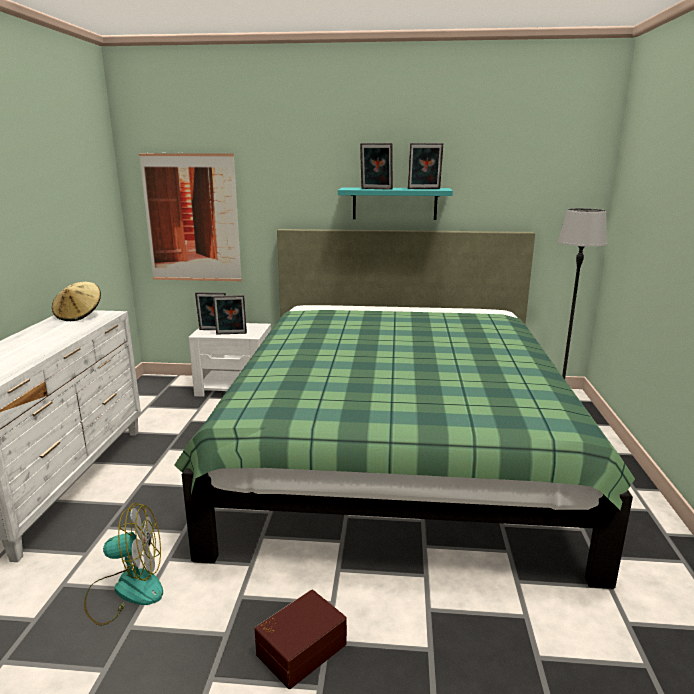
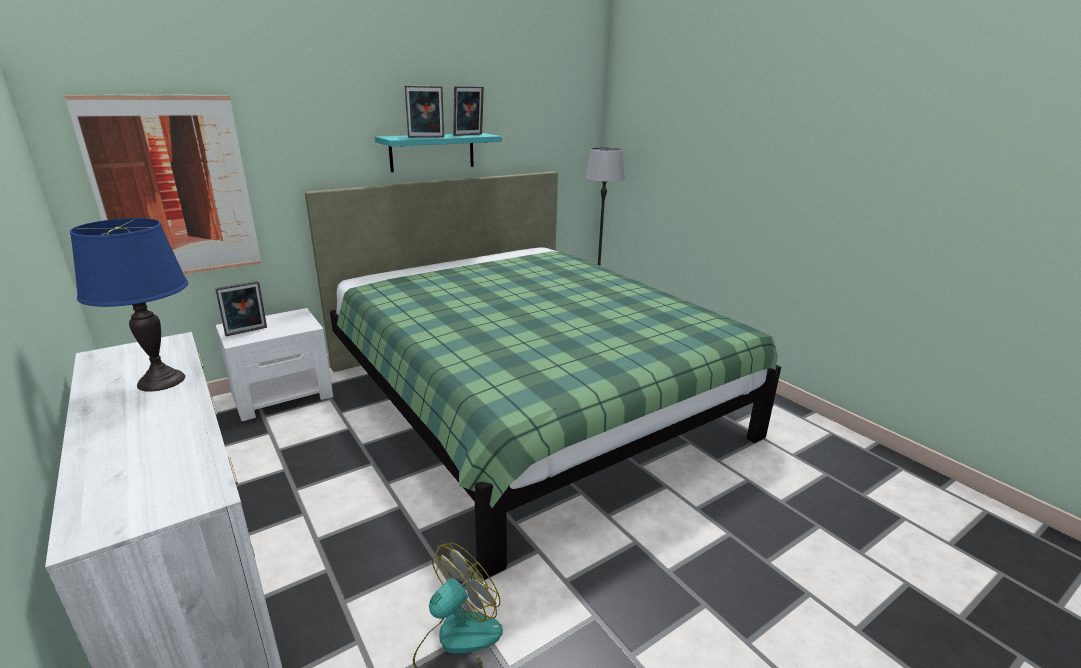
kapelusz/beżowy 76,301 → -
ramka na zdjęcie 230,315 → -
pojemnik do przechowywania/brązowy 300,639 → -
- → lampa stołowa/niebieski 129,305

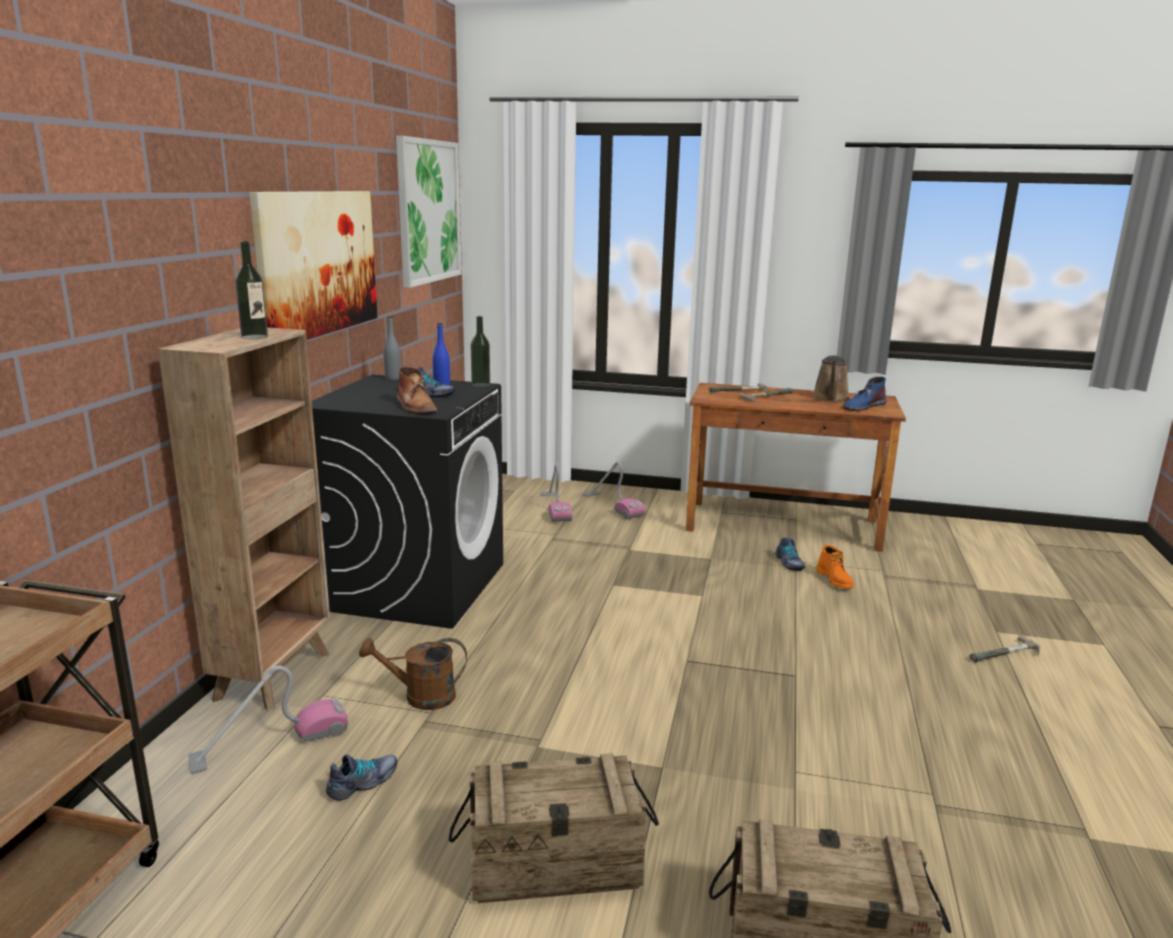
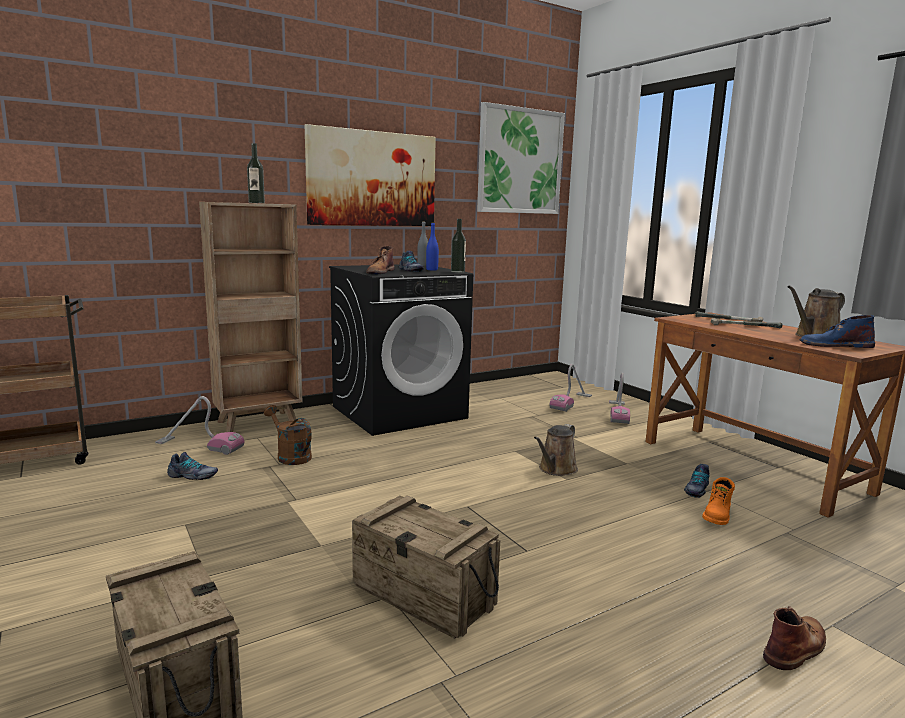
młotek 1005,649 → but z cholewką/brązowy 794,638
skrzynka 554,828 → skrzynka 426,567, relocated
- → konewka/brązowy 556,450

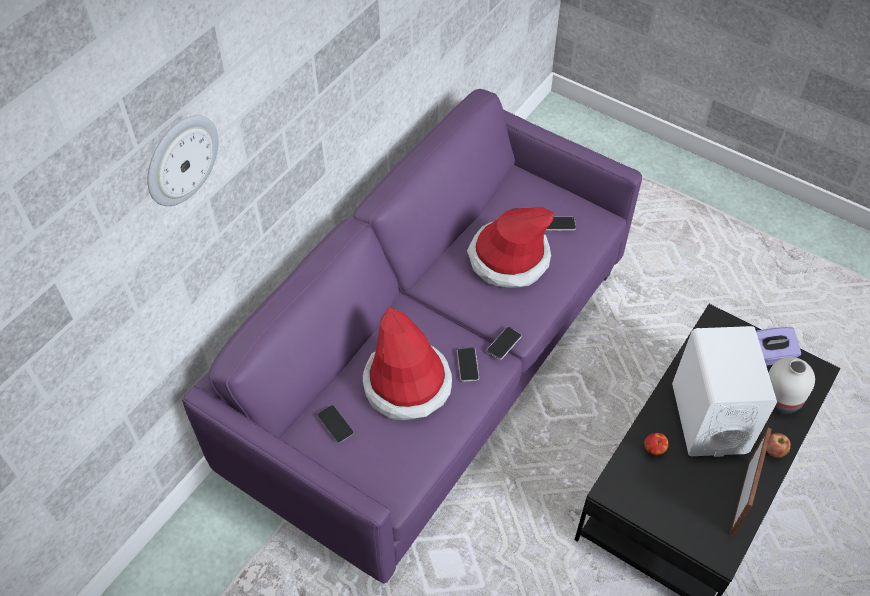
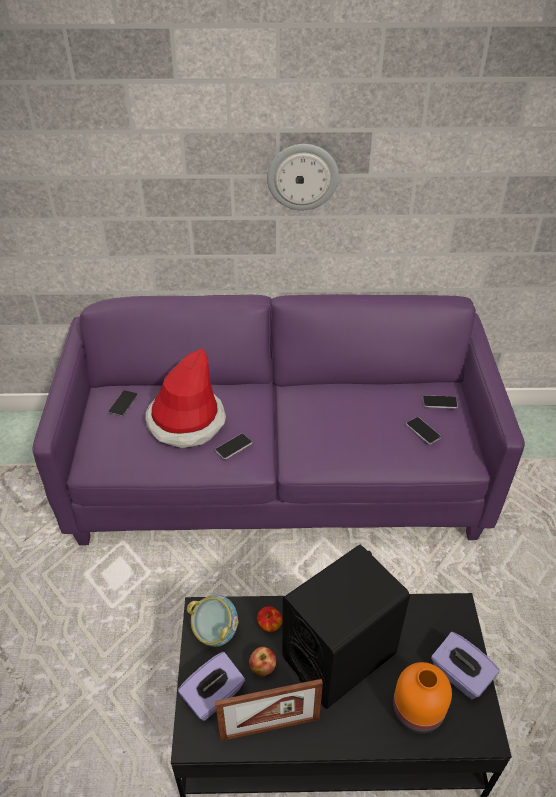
zegar ścienny 182,160 → zegar ścienny 303,177, relocated
kapelusz 510,247 → -
głośnik/biały 724,391 → głośnik/czarny 346,627
telefon 504,343 → telefon 440,402, relocated
wazon/biały 791,385 → wazon/pomarańczowy 422,698
jabłko 778,445 → jabłko 262,662, relocated
- → miska 213,621
- → pudełko chusteczek/fioletowy 211,686

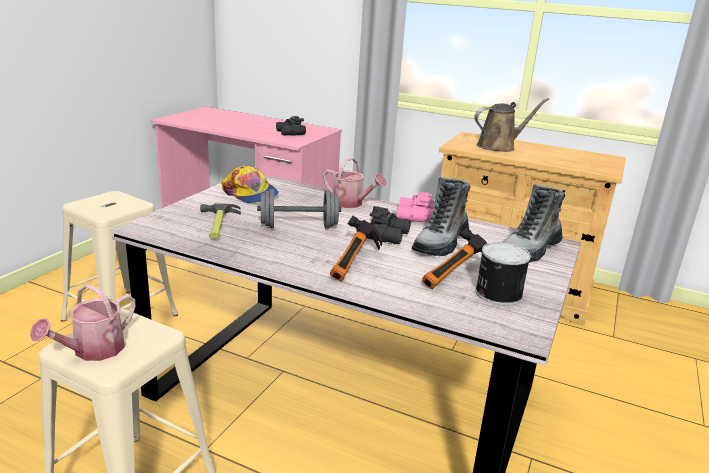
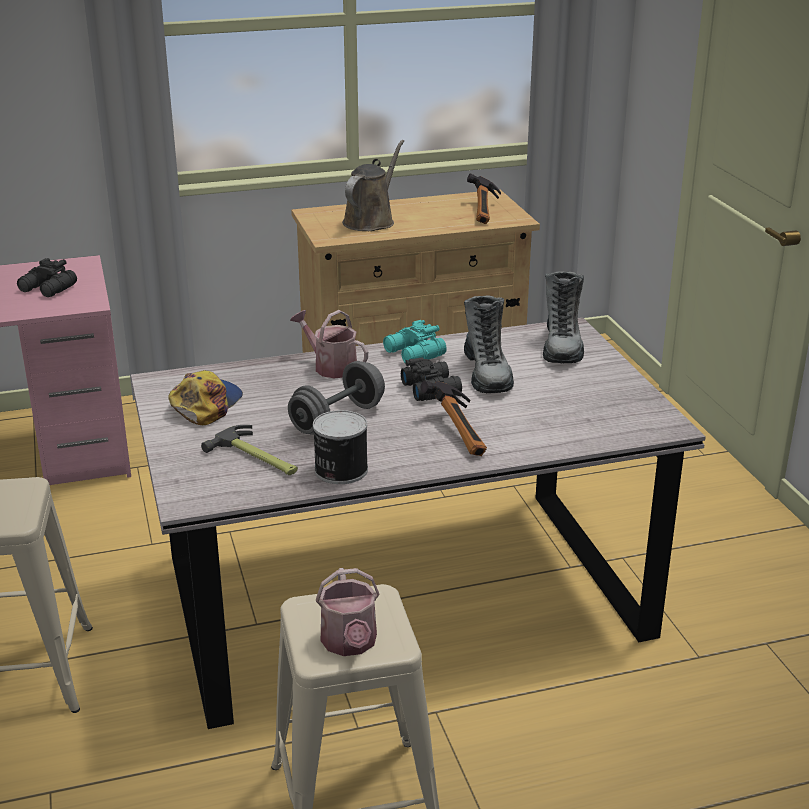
konewka 354,182 → konewka 329,344, 135 degrees counterclockwise
czapka z daszkiem 250,184 → czapka z daszkiem 205,397, 75 degrees counterclockwise
lornetka/różowy 415,207 → lornetka/turkusowy 415,342
młotek 454,258 → młotek 484,198, relocated
puszka 503,274 → puszka 340,447, relocated

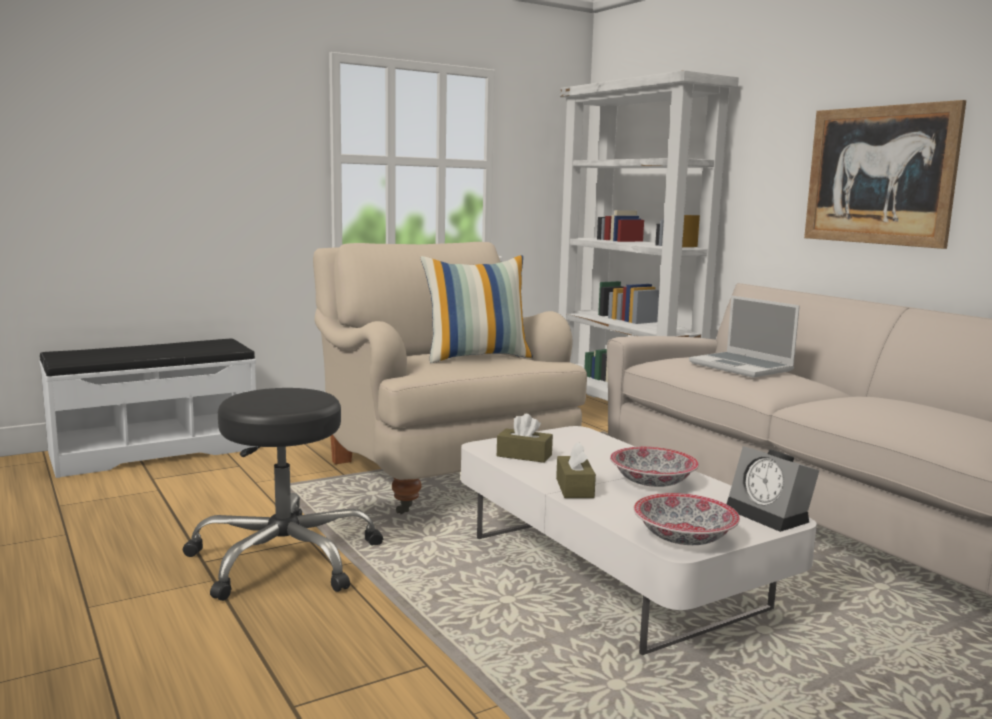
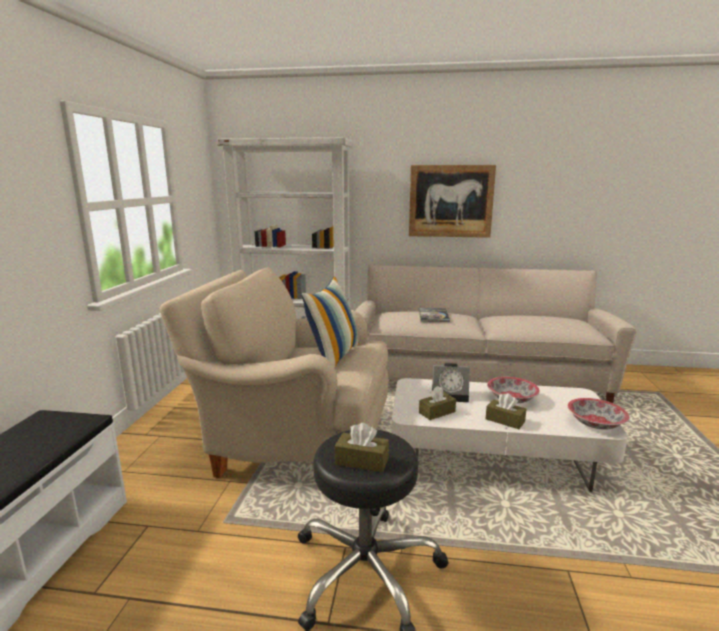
laptop 744,337 → książka 434,315
budzik 773,489 → budzik 451,382, relocated
- → pudełko chusteczek/brązowy 362,448

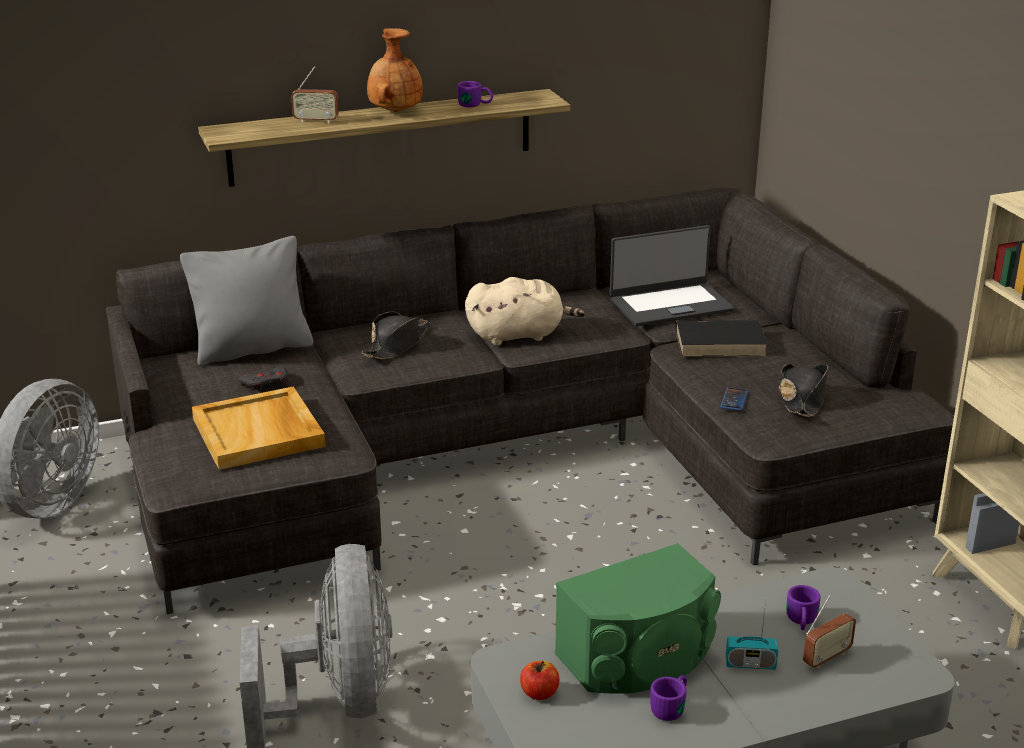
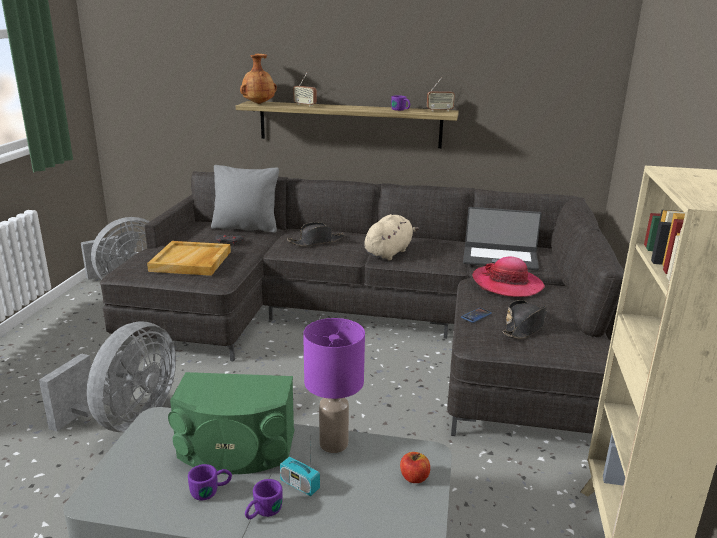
wazon/brązowy 395,70 → wazon/brązowy 258,79, relocated
pluszak/beżowy 525,311 → pluszak/beżowy 391,237, 75 degrees counterclockwise
książka/czarny 721,339 → kapelusz 509,277
kubek/fioletowy 804,607 → kubek/fioletowy 264,499, relocated
radio 829,632 → radio 441,94, relocated
jabłko 540,680 → jabłko 415,467, relocated
- → lampa stołowa/fioletowy 334,385

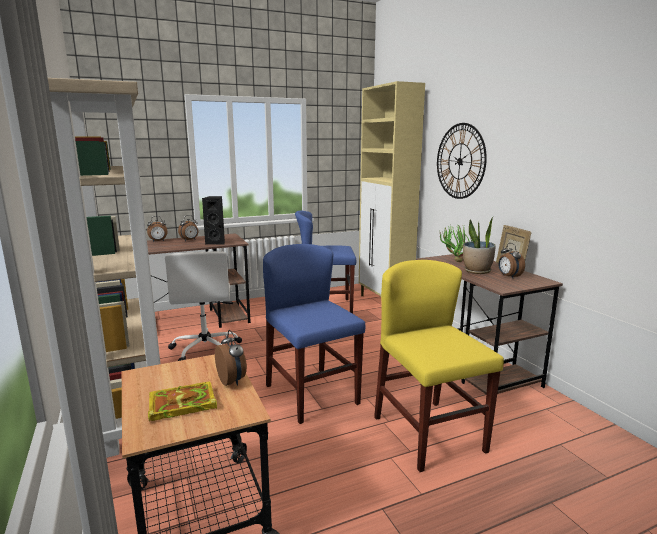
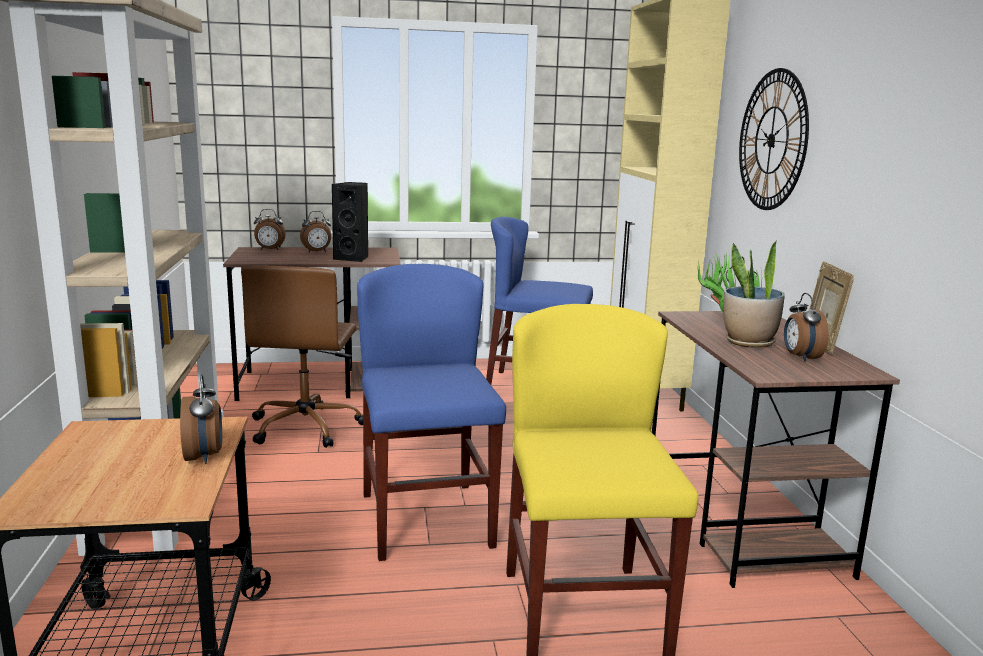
krzesło biurowe/biały 203,306 → krzesło biurowe/brązowy 302,357
książka 182,401 → -

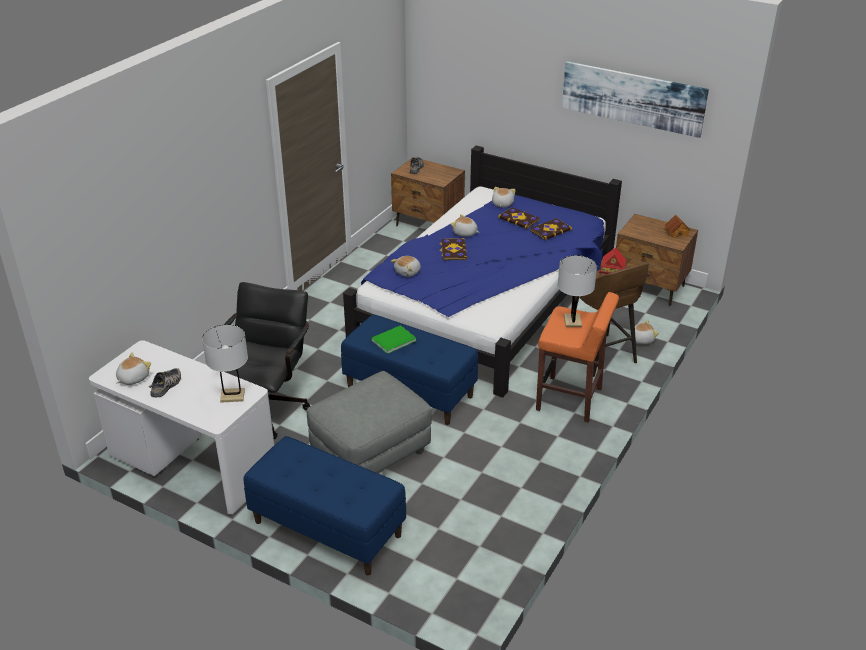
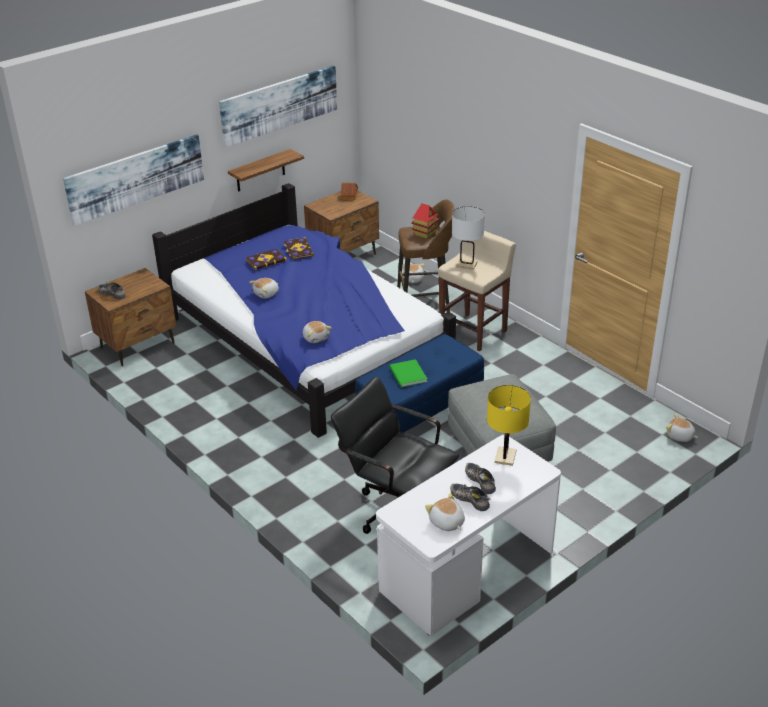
pluszak 504,197 → pluszak 682,428, relocated
książka 453,249 → -
stołek/pomarańczowy 577,357 → stołek/beżowy 477,291
lampa stołowa/biały 225,363 → lampa stołowa/żółty 509,425
ławka/niebieski 325,505 → -
- → obraz 133,180
- → półka 266,170
- → but 480,478

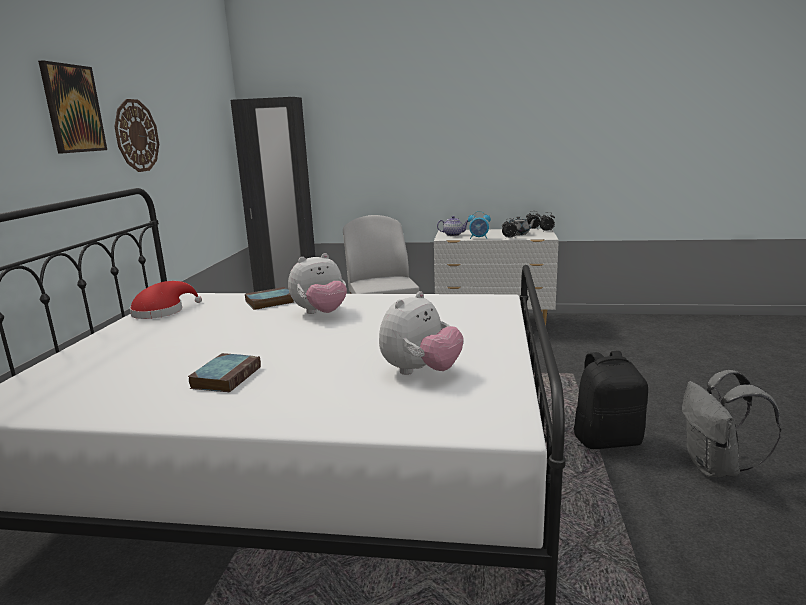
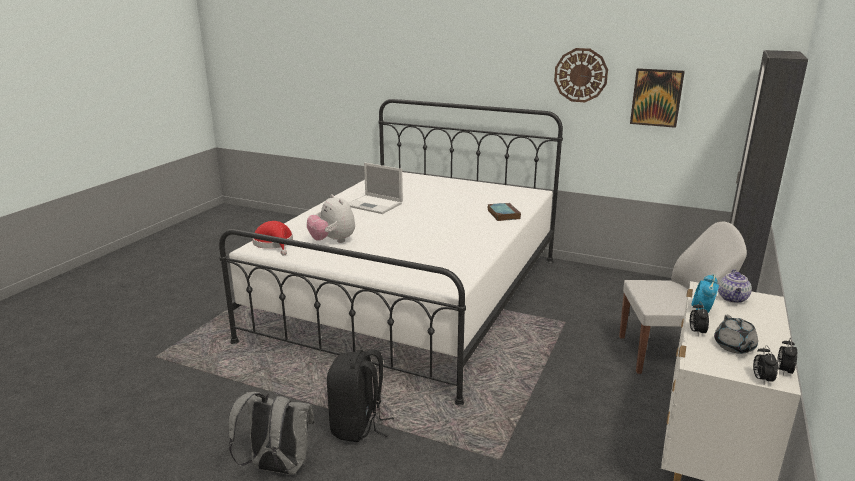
obraz 72,107 → obraz 657,98, relocated
pluszak 317,283 → -
kapelusz/czerwony 165,300 → kapelusz/czerwony 272,238, relocated
książka 224,373 → laptop 375,188

